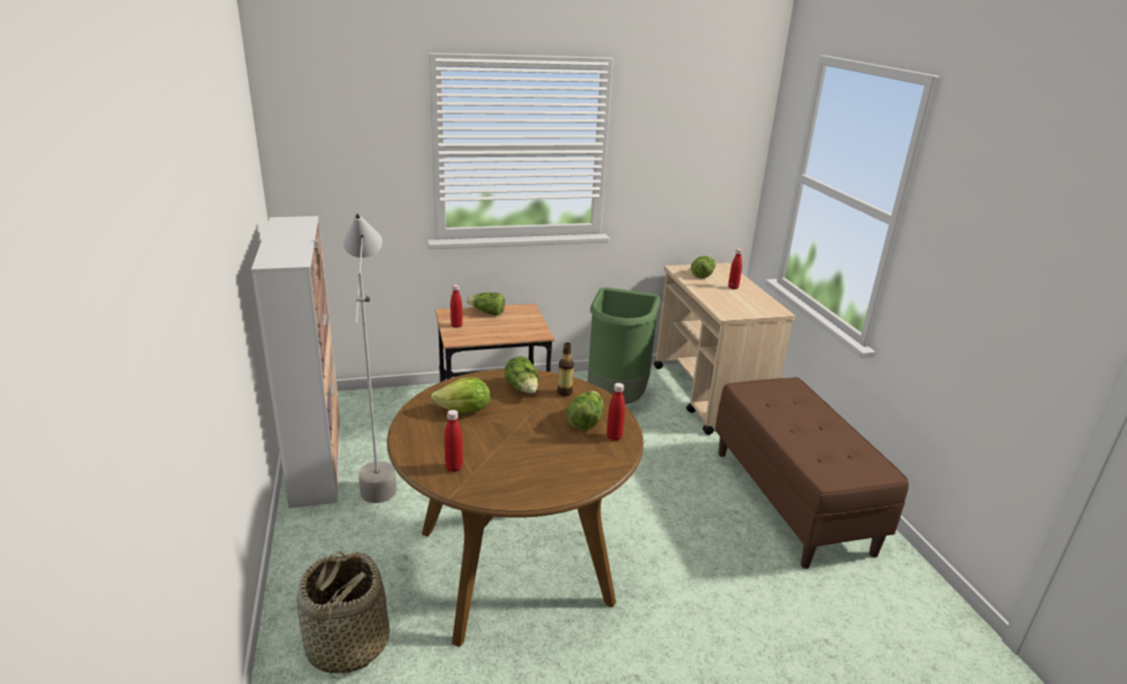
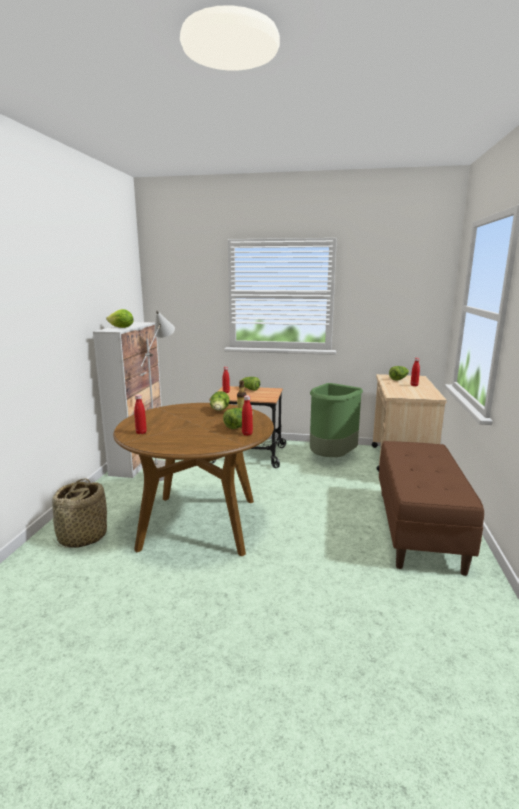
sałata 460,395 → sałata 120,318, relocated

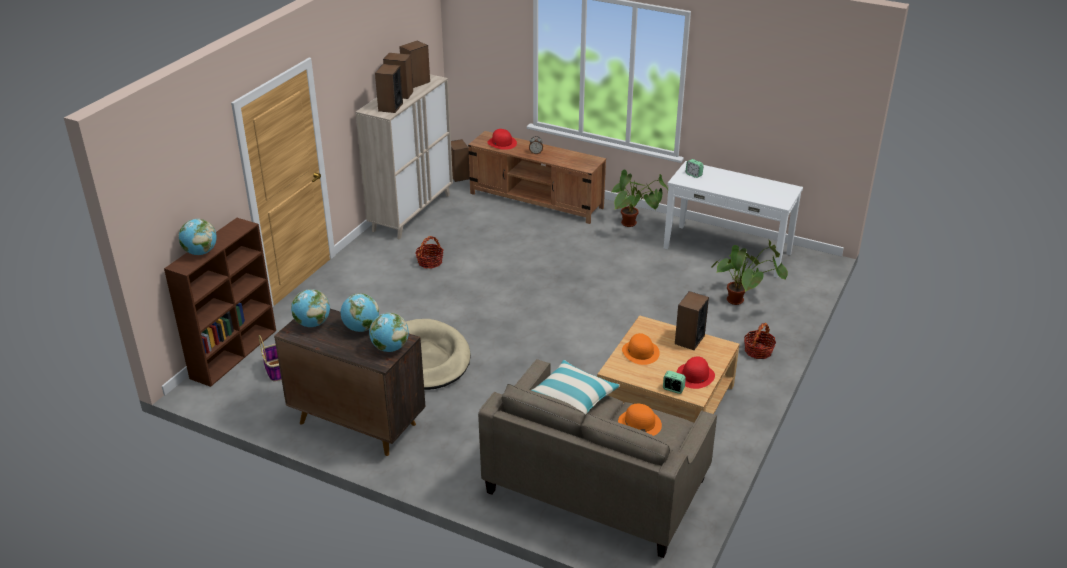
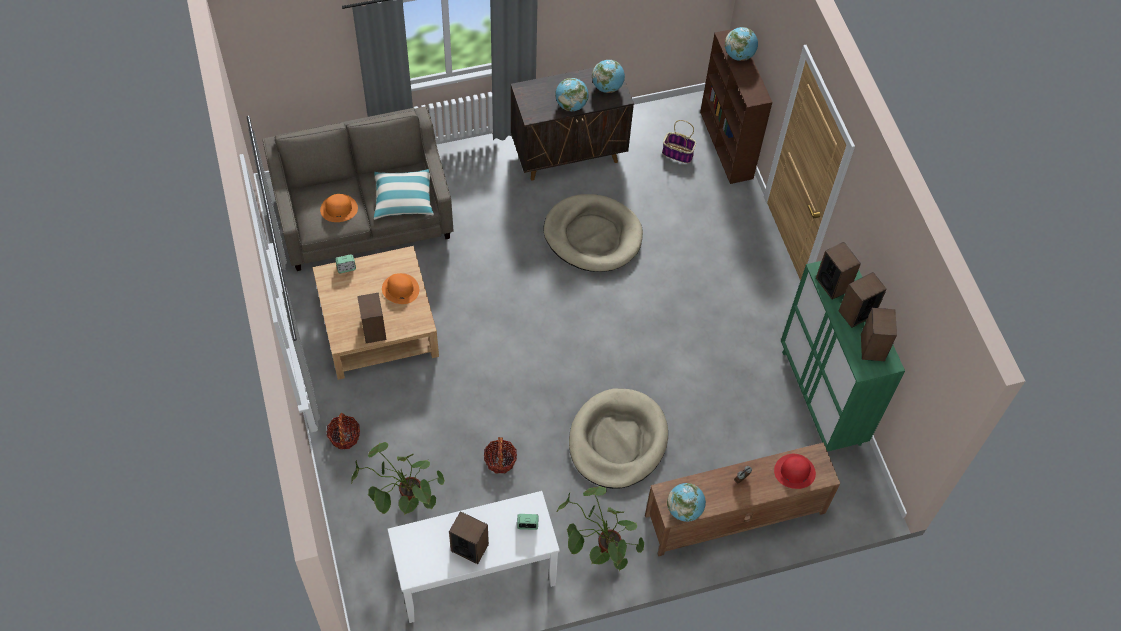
szafka/beżowy 404,156 → szafka/zielony 843,356
głośnik 460,160 → głośnik 469,537, relocated
koszyk 429,252 → koszyk 500,455, relocated
globus 389,332 → globus 686,502, relocated
kapelusz/czerwony 695,372 → -
- → legowisko/beżowy 618,439

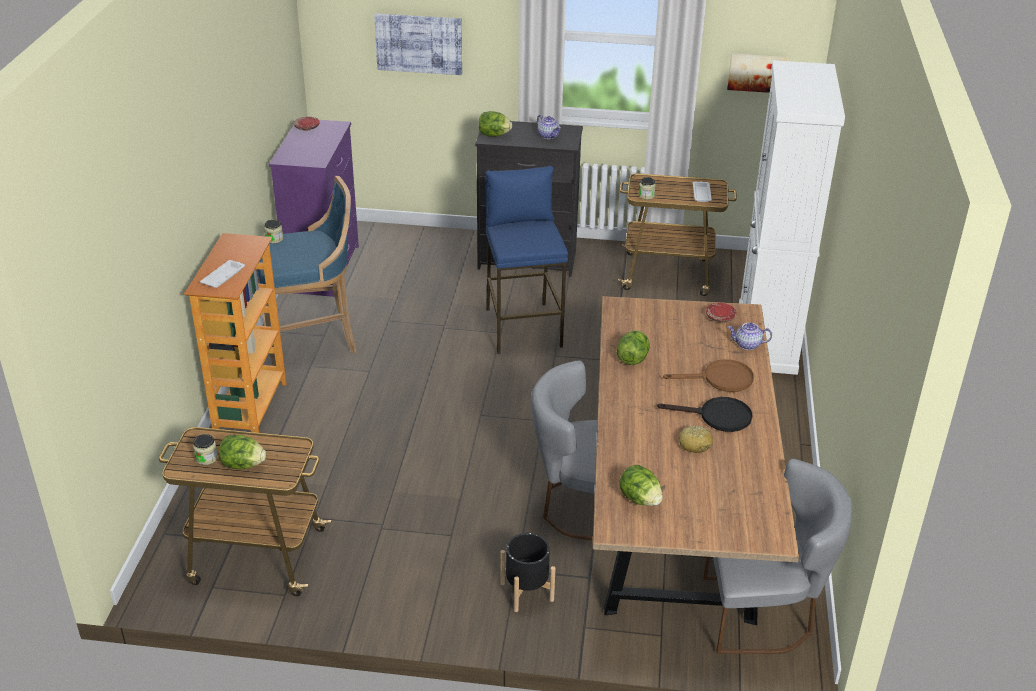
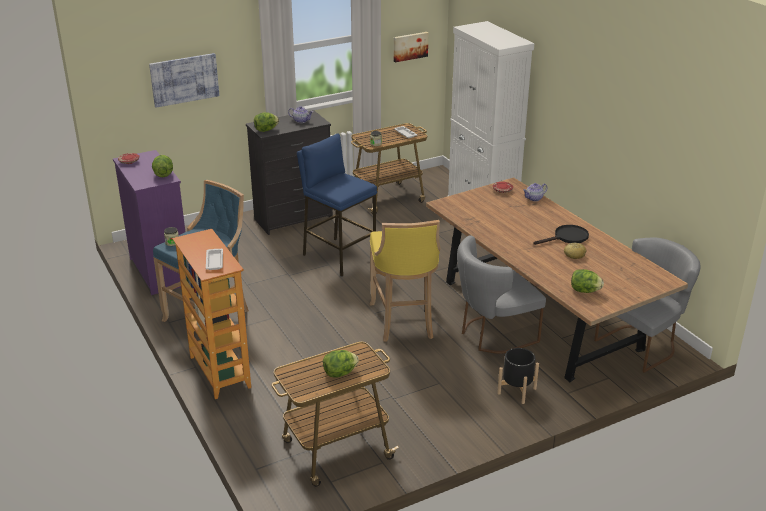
sałata 633,348 → sałata 162,166, relocated
patelnia/brązowy 708,375 → -
słoik 205,449 → -
- → stołek/żółty 405,281

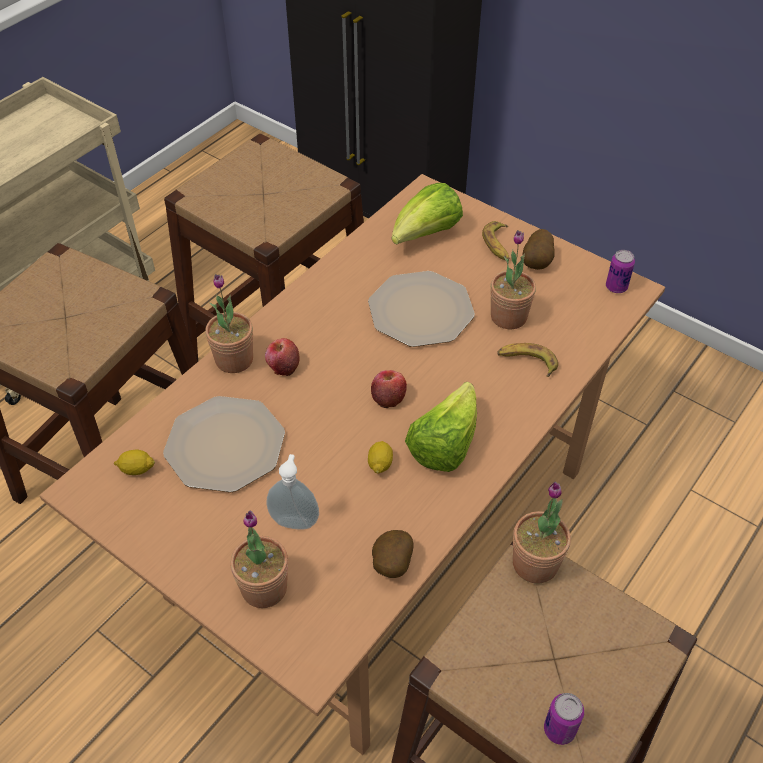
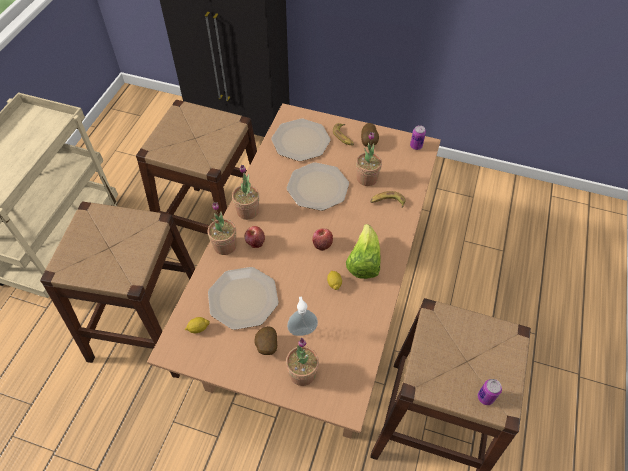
sałata 427,214 → talerz 300,140
roślina doniczkowa 542,533 → roślina doniczkowa 245,192, relocated
ziemniak 392,554 → ziemniak 265,340, relocated

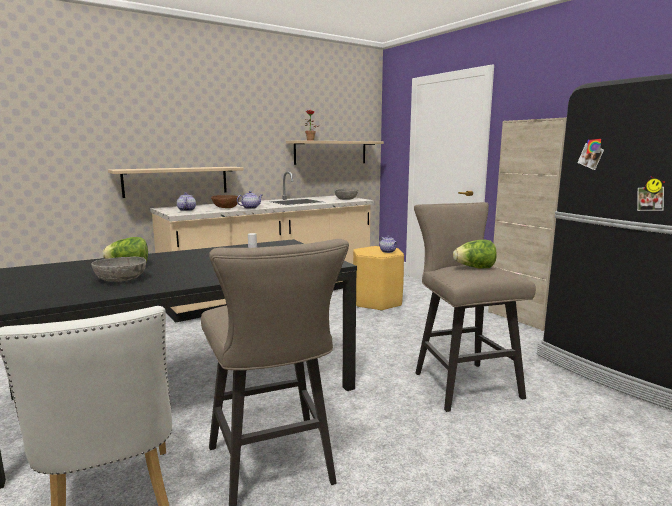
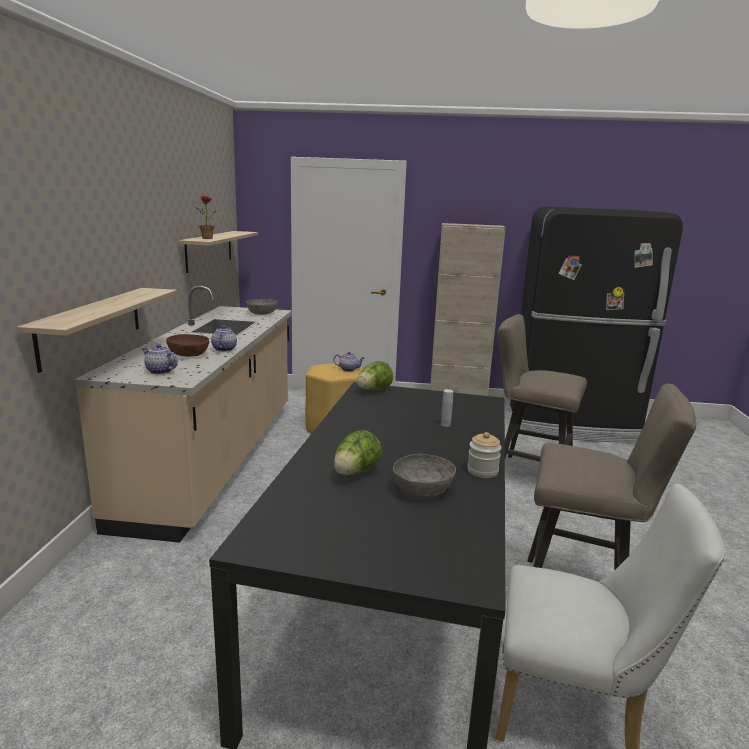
sałata 475,254 → sałata 375,375, relocated
- → słoik 484,455

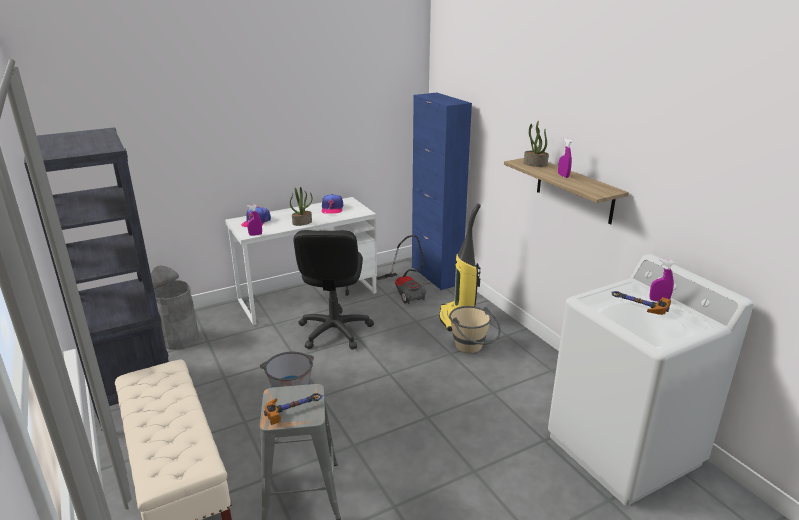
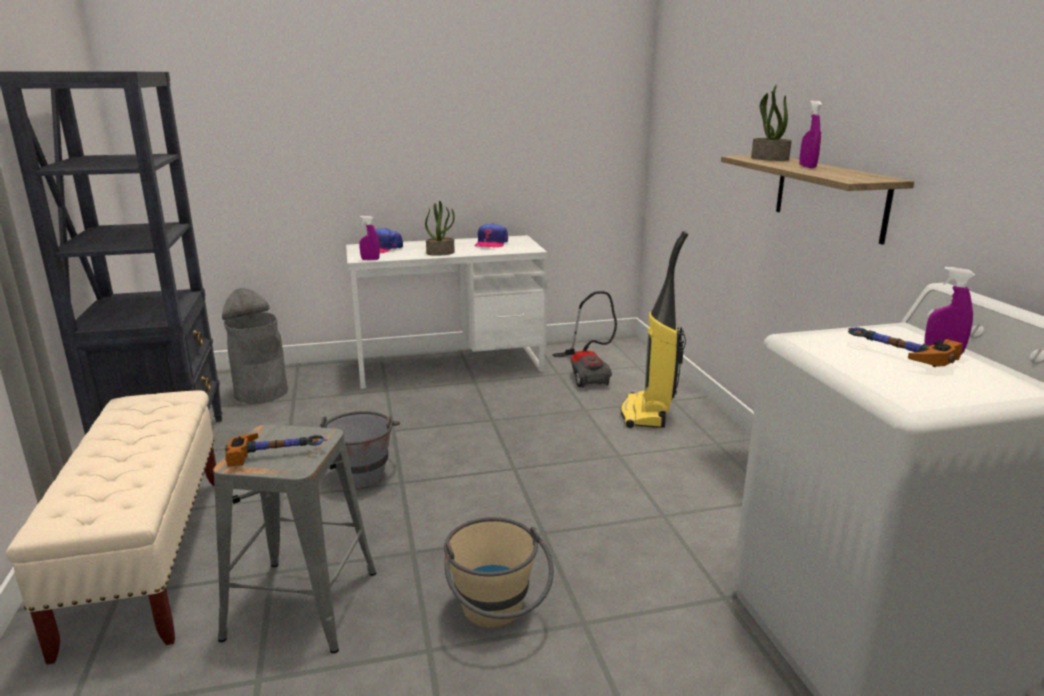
szafka/niebieski 442,191 → -
krzesło biurowe/czarny 333,289 → -
wiadro/beżowy 475,329 → wiadro/beżowy 499,572, relocated

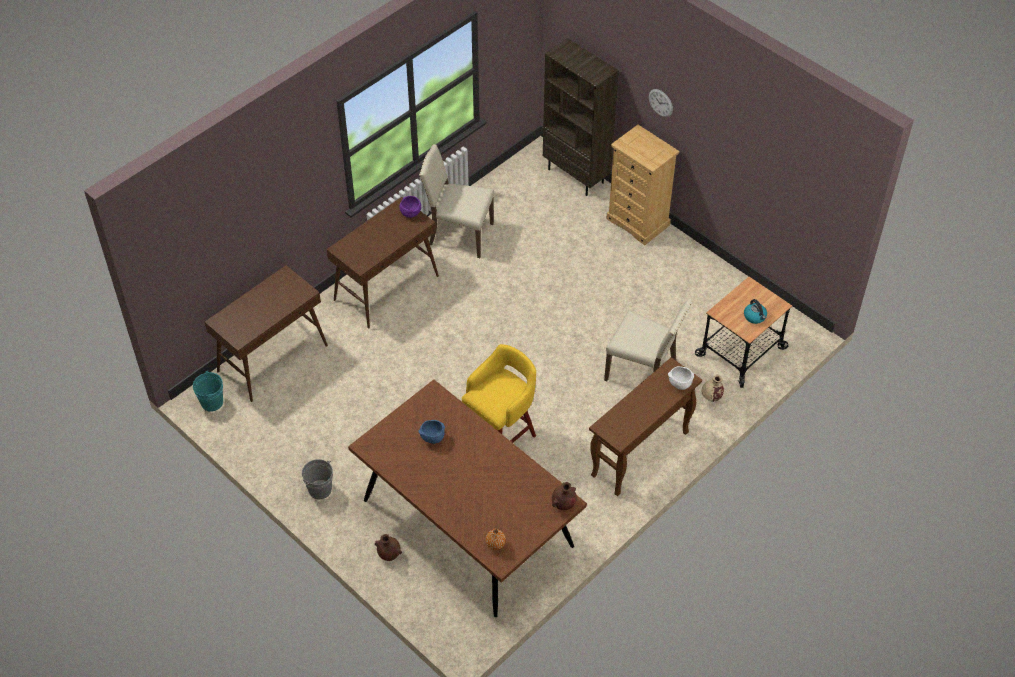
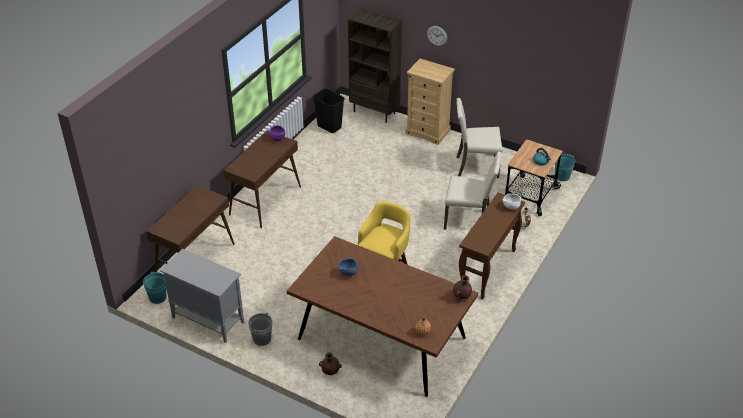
krzesło/beżowy 456,201 → krzesło/beżowy 479,138, relocated
- → kosz na śmieci/czarny 329,110
- → wiadro/turkusowy 565,167
- → szafka/szary 202,296

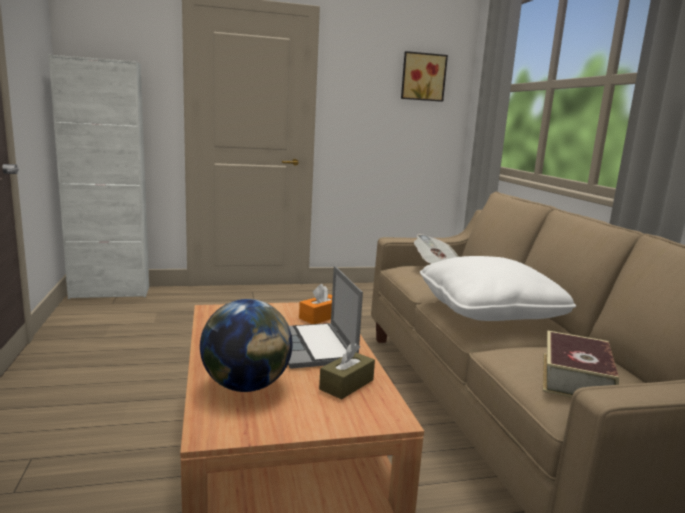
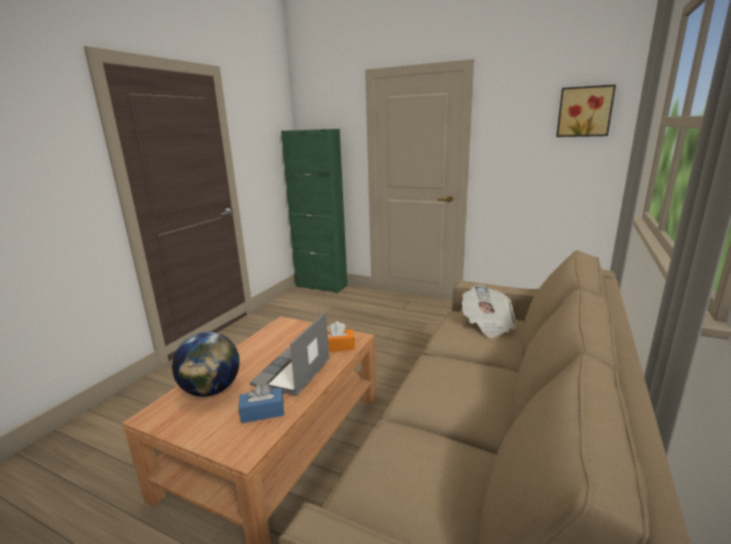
szafka/biały 99,177 → szafka/zielony 314,211
poduszka/biały 498,288 → -
książka 581,364 → -
pudełko chusteczek/brązowy 347,371 → pudełko chusteczek/niebieski 261,403

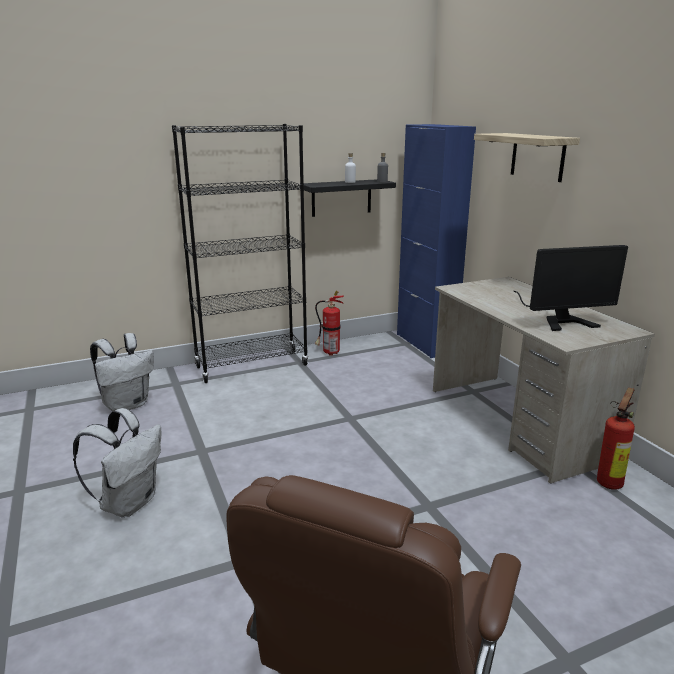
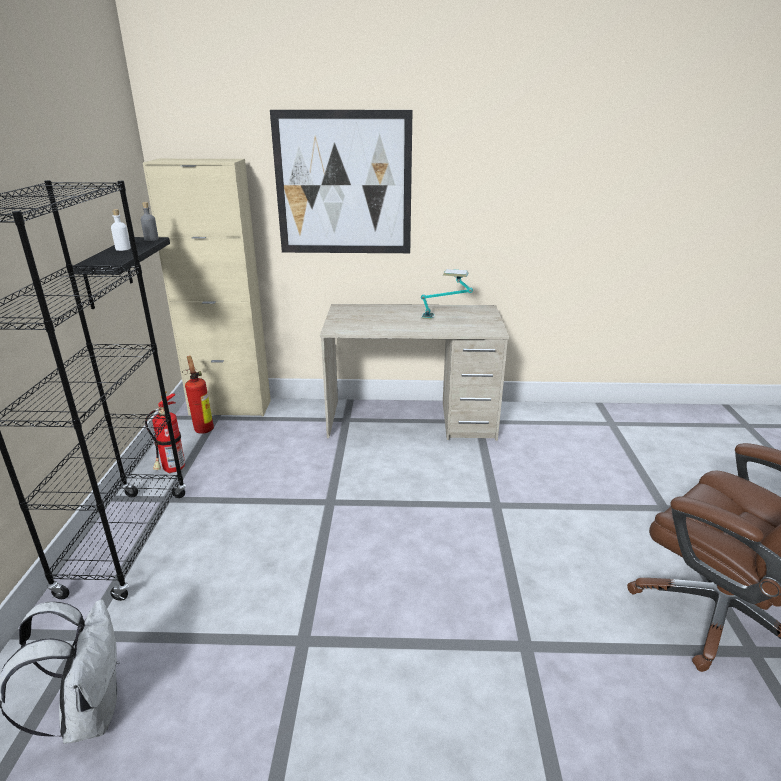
szafka/niebieski 436,241 → szafka/beżowy 207,287
półka 527,157 → obraz 341,181
monitor 571,288 → lampa stołowa 447,294
gaśnica 616,439 → gaśnica 198,395, relocated
plecak/biały 117,463 → -

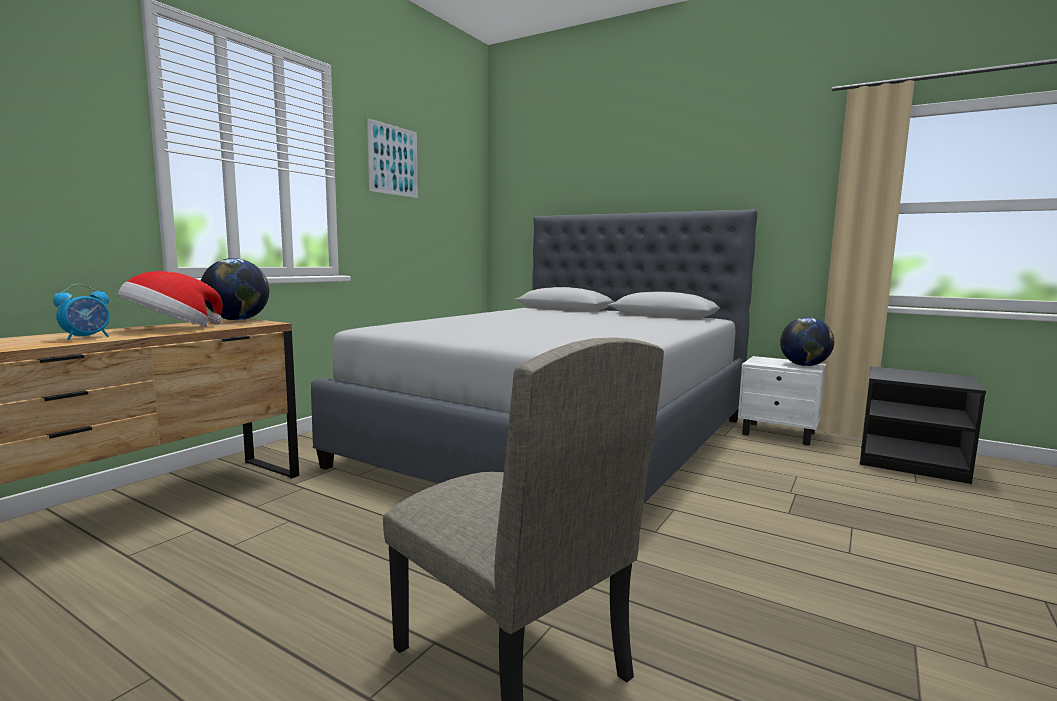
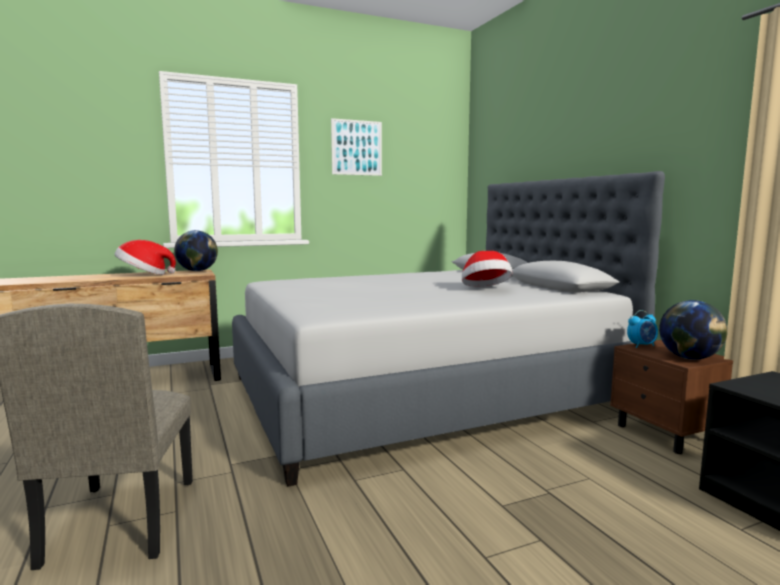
budzik 81,312 → budzik 642,329, relocated
szafka nocna/biały 782,401 → szafka nocna/brązowy 671,397
- → kapelusz 487,269

